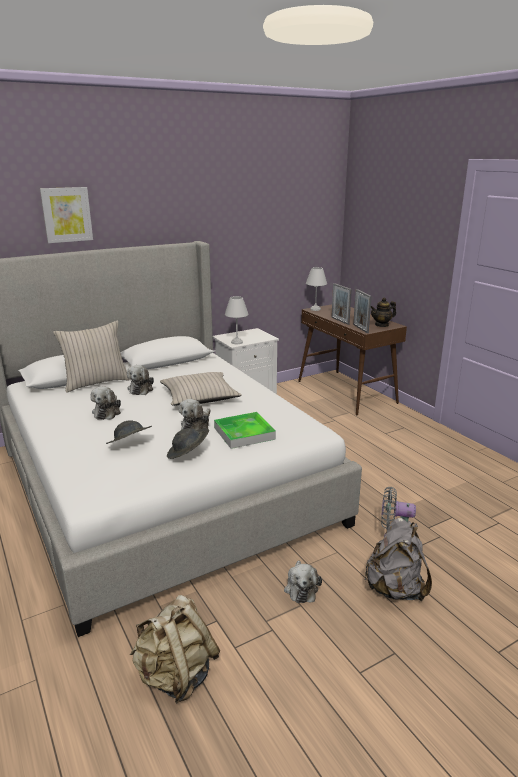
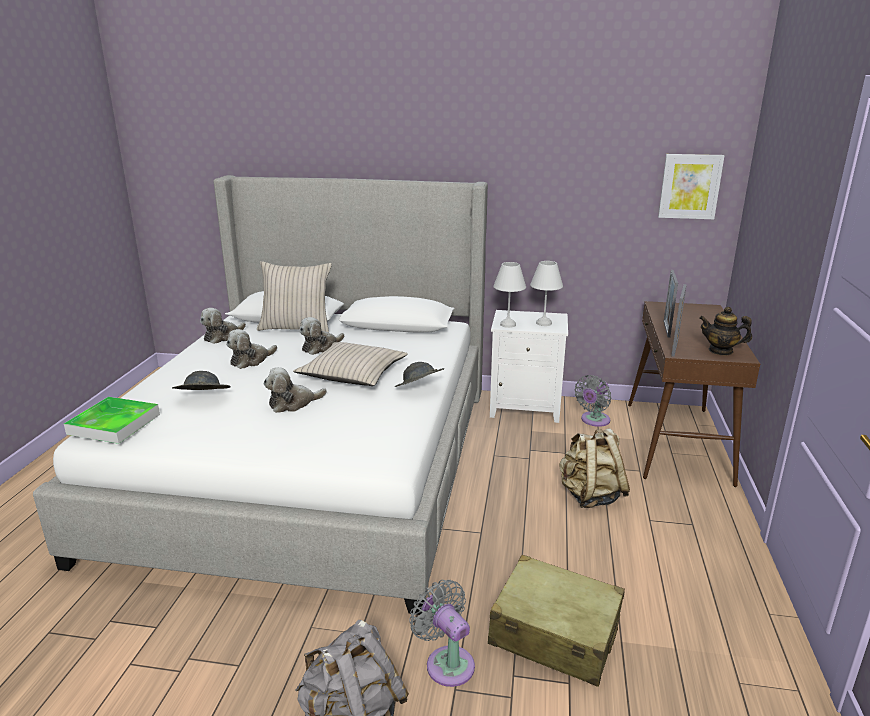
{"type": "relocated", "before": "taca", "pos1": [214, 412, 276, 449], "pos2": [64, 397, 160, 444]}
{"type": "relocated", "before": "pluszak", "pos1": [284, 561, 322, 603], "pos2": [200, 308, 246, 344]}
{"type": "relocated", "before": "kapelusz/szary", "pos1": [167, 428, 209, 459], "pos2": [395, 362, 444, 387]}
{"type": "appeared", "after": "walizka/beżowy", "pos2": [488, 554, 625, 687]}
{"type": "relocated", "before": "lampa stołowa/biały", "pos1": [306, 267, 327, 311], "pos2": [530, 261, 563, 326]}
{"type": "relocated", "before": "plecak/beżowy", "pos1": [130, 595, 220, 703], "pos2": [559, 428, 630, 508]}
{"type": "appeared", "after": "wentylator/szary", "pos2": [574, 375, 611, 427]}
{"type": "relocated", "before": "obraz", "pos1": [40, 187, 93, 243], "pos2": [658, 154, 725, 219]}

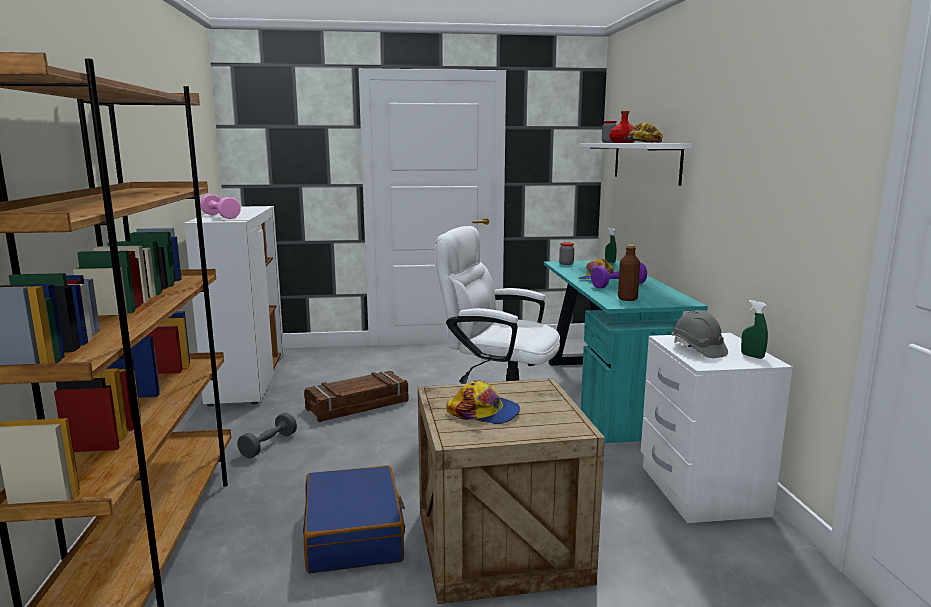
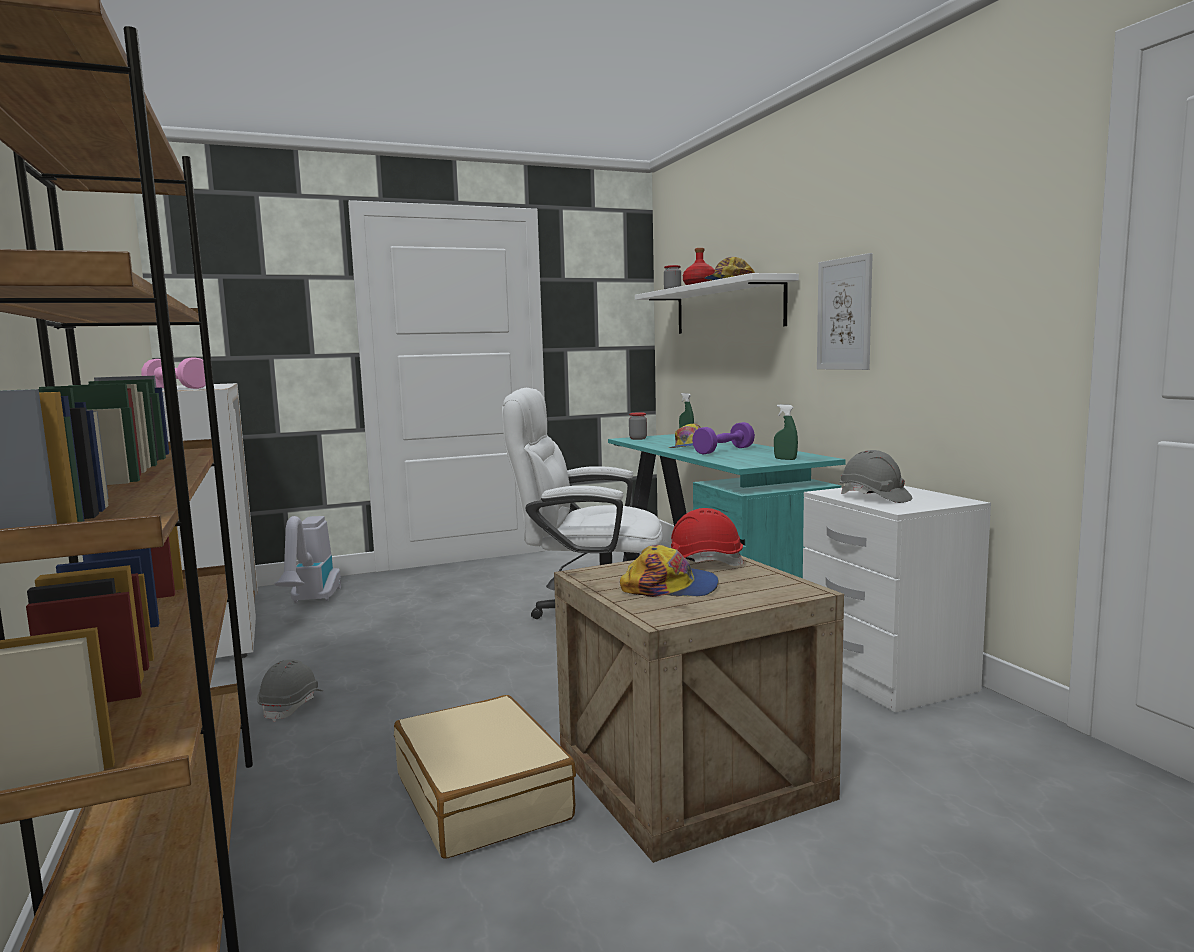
{"type": "exchanged", "before": "hantel/szary", "after": "kask/szary", "pos1": [237, 413, 297, 458], "pos2": [257, 660, 323, 722]}
{"type": "appeared", "after": "odkurzacz", "pos2": [275, 516, 341, 603]}
{"type": "colour", "before": "walizka/niebieski", "after": "walizka/beżowy", "pos1": [303, 465, 405, 573], "pos2": [394, 695, 576, 859]}
{"type": "appeared", "after": "kask/czerwony", "pos2": [671, 508, 744, 566]}
{"type": "relocated", "before": "spryskiwacz/zielony", "pos1": [741, 300, 768, 359], "pos2": [774, 404, 798, 460]}
{"type": "appeared", "after": "obraz", "pos2": [817, 253, 873, 370]}
{"type": "missing", "before": "skrzynka", "pos1": [304, 371, 409, 422]}
{"type": "missing", "before": "butelka/brązowy", "pos1": [618, 245, 640, 301]}

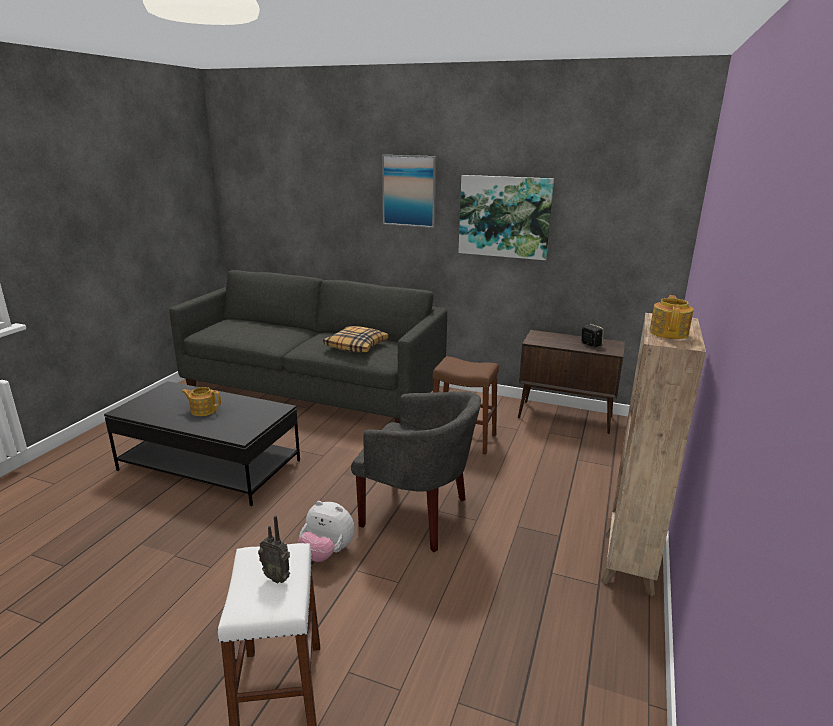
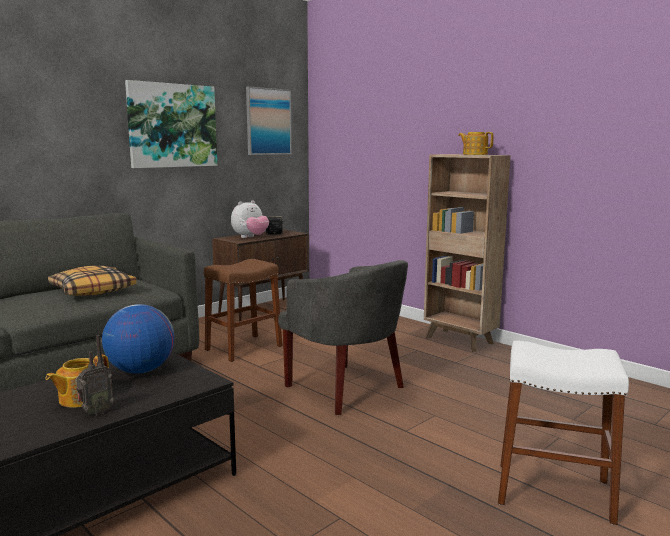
{"type": "relocated", "before": "radio", "pos1": [258, 515, 290, 583], "pos2": [76, 335, 114, 415]}
{"type": "appeared", "after": "globus", "pos2": [102, 304, 174, 374]}
{"type": "relocated", "before": "pluszak", "pos1": [298, 501, 354, 562], "pos2": [231, 200, 269, 238]}
{"type": "relocated", "before": "obraz", "pos1": [382, 155, 436, 228], "pos2": [246, 86, 292, 155]}
{"type": "spun", "before": "fotel/szary", "pos1": [351, 391, 481, 552], "pos2": [278, 260, 408, 415], "turn": 90}

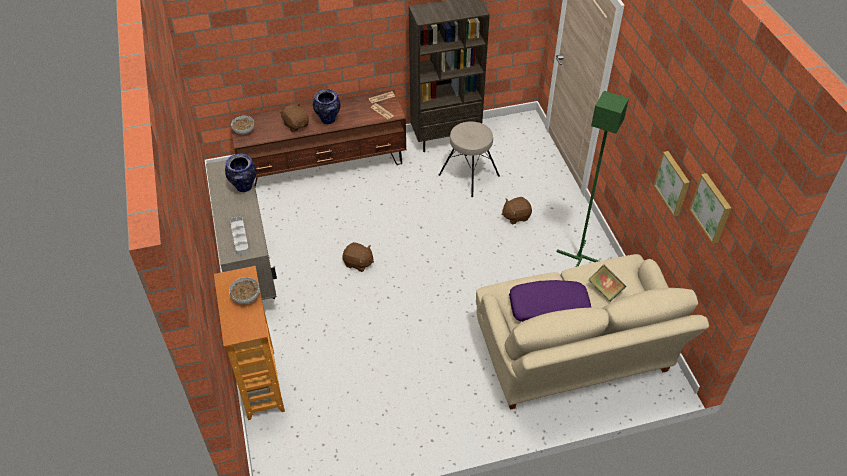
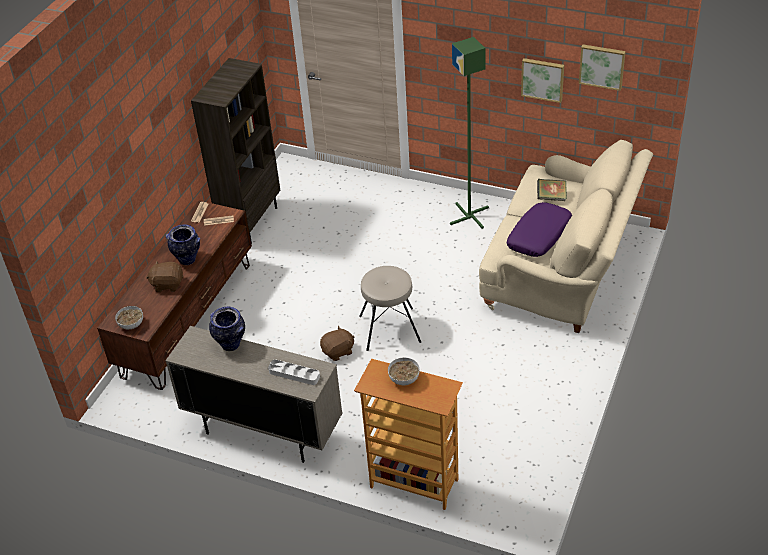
{"type": "relocated", "before": "stołek/beżowy", "pos1": [439, 121, 500, 197], "pos2": [359, 266, 421, 351]}
{"type": "missing", "before": "pluszak/brązowy", "pos1": [502, 197, 532, 224]}

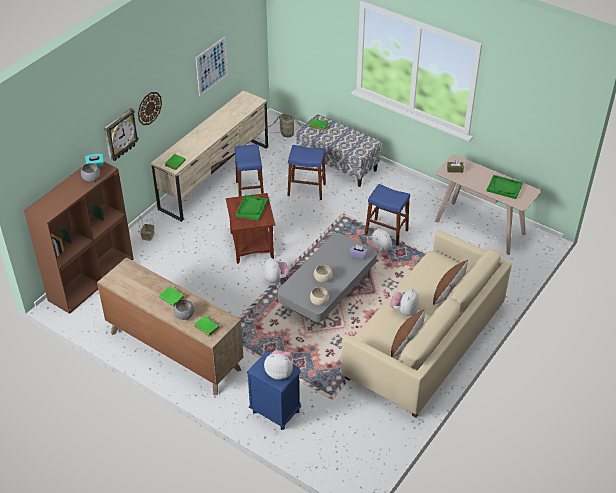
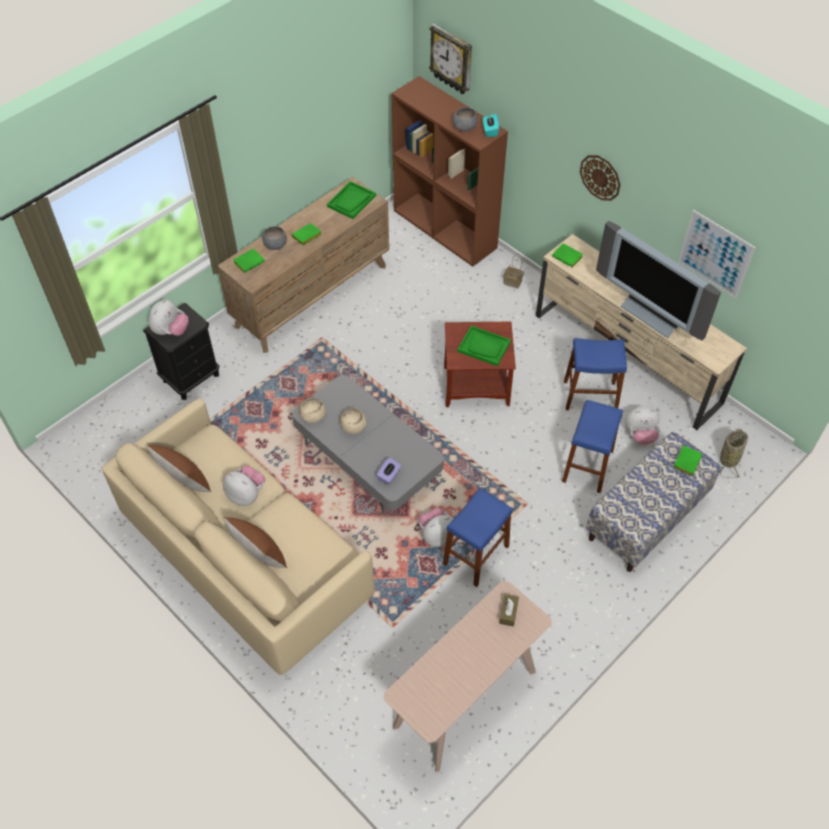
{"type": "colour", "before": "szafka nocna/niebieski", "after": "szafka nocna/czarny", "pos1": [246, 352, 301, 430], "pos2": [143, 303, 219, 400]}
{"type": "relocated", "before": "taca/zielony", "pos1": [487, 175, 523, 199], "pos2": [327, 181, 376, 219]}
{"type": "relocated", "before": "zegar ścienny", "pos1": [104, 108, 139, 161], "pos2": [429, 23, 472, 94]}
{"type": "appeared", "after": "telewizor", "pos2": [596, 221, 721, 341]}
{"type": "relocated", "before": "pluszak", "pos1": [264, 257, 290, 283], "pos2": [625, 406, 660, 445]}

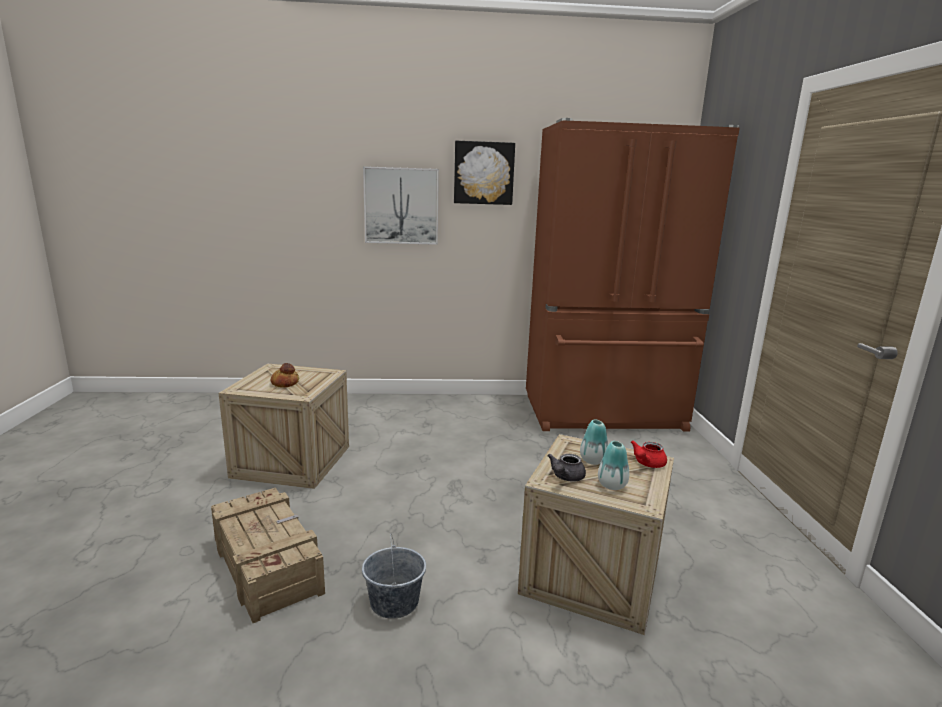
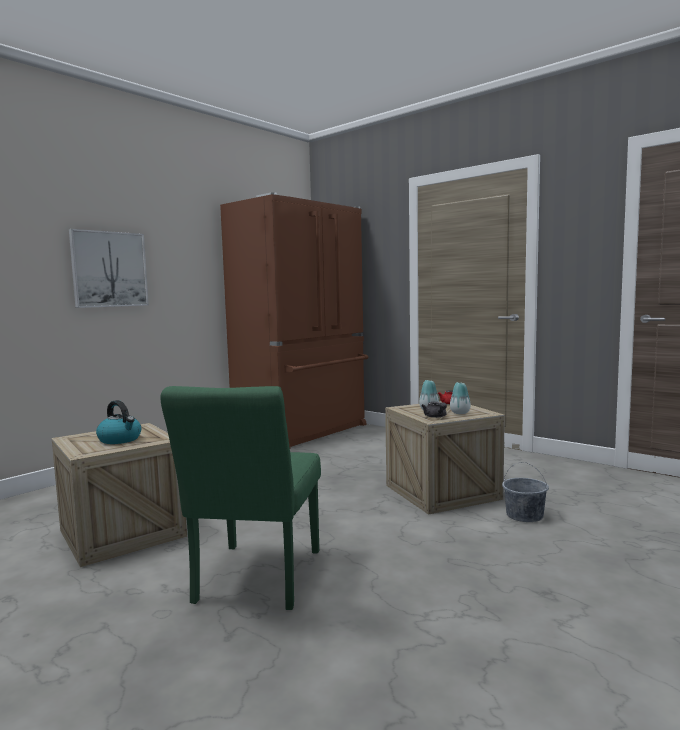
{"type": "exchanged", "before": "chleb", "after": "czajnik", "pos1": [271, 363, 299, 388], "pos2": [96, 400, 141, 444]}
{"type": "exchanged", "before": "skrzynka", "after": "krzesło/zielony", "pos1": [211, 488, 325, 623], "pos2": [160, 386, 321, 610]}
{"type": "relocated", "before": "wiadro/szary", "pos1": [362, 534, 426, 619], "pos2": [502, 462, 549, 522]}
{"type": "missing", "before": "obraz", "pos1": [454, 141, 515, 205]}

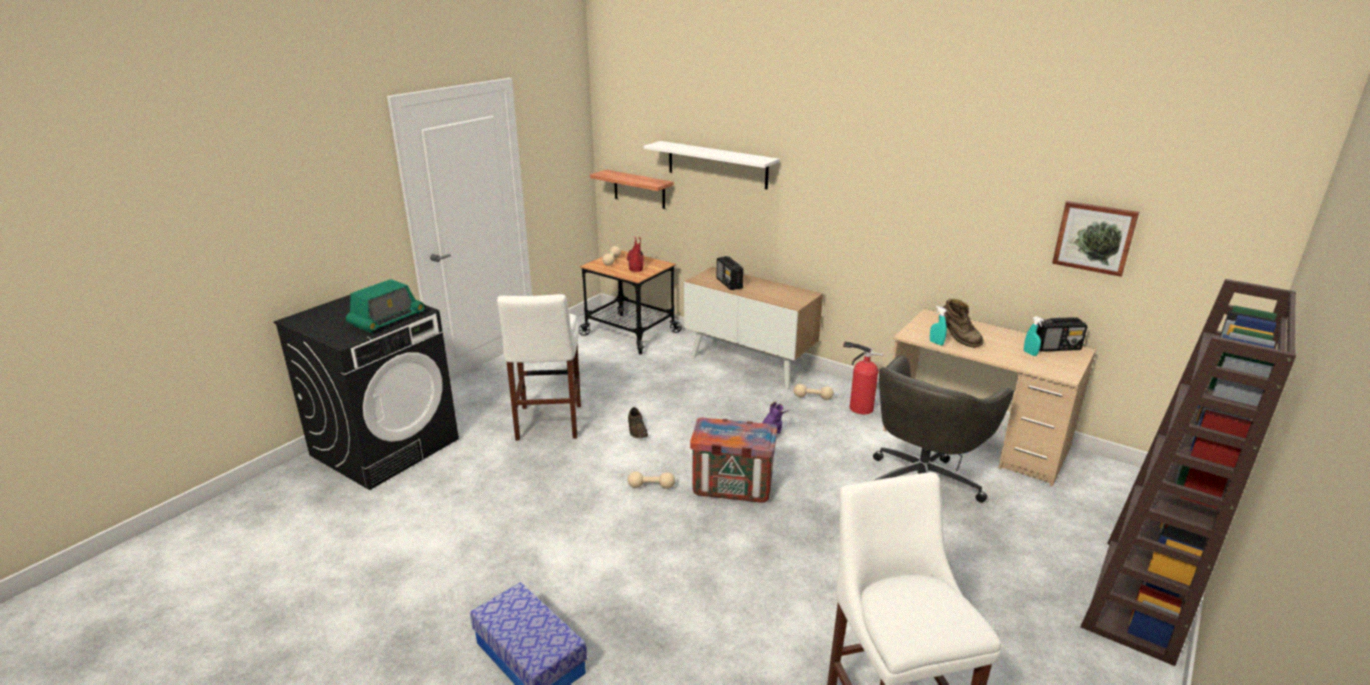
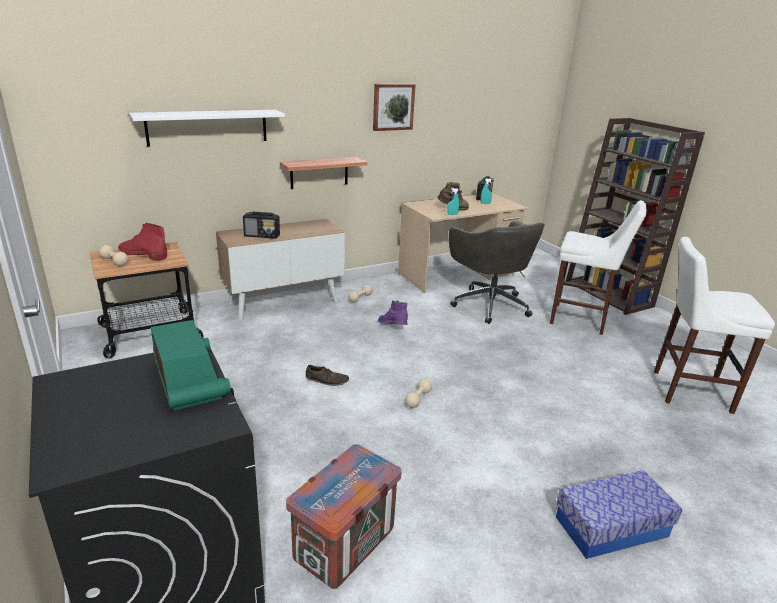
{"type": "relocated", "before": "półka", "pos1": [590, 170, 674, 209], "pos2": [280, 157, 367, 189]}
{"type": "relocated", "before": "skrzynka", "pos1": [690, 417, 777, 503], "pos2": [286, 444, 402, 589]}
{"type": "relocated", "before": "obraz", "pos1": [1052, 201, 1139, 277], "pos2": [373, 84, 416, 131]}
{"type": "relocated", "before": "stołek/biały", "pos1": [497, 294, 581, 441], "pos2": [550, 200, 647, 335]}
{"type": "missing", "before": "gaśnica", "pos1": [843, 342, 883, 415]}

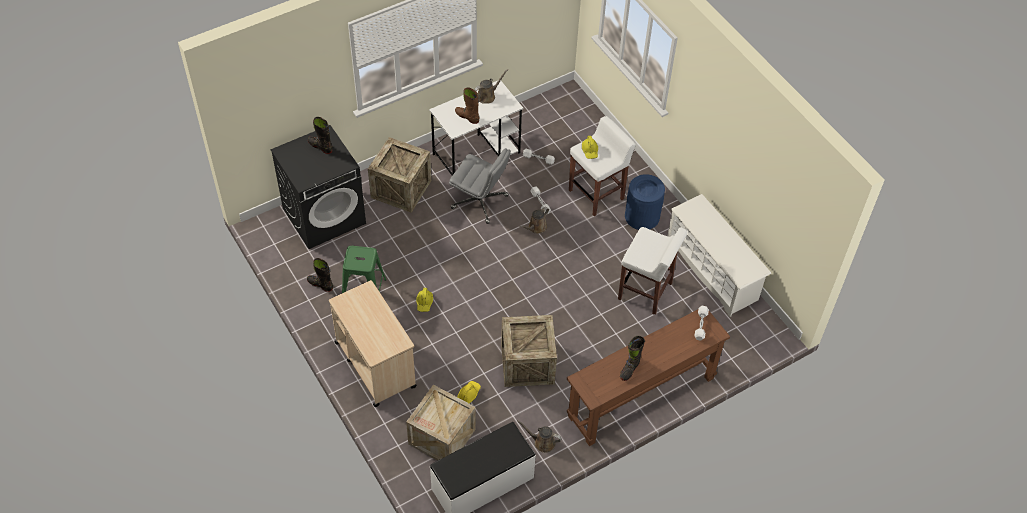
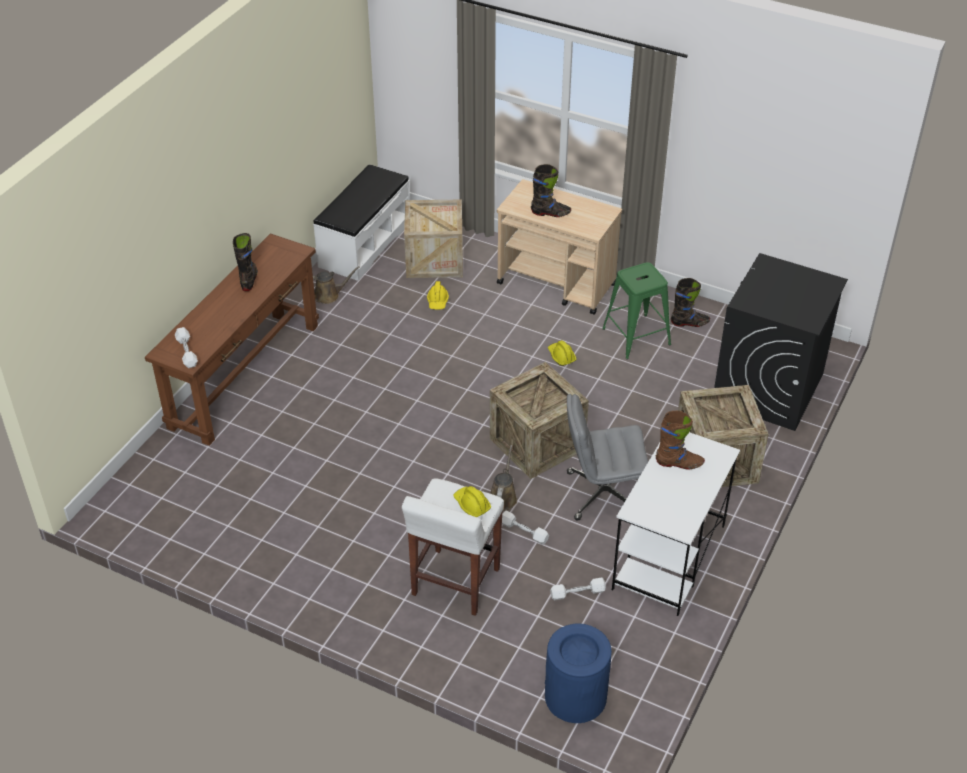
{"type": "relocated", "before": "skrzynka", "pos1": [501, 315, 557, 387], "pos2": [490, 362, 589, 479]}
{"type": "relocated", "before": "but z cholewką/czarny", "pos1": [308, 117, 333, 154], "pos2": [531, 164, 571, 217]}
{"type": "relocated", "before": "kosz na śmieci/niebieski", "pos1": [625, 174, 665, 230], "pos2": [545, 624, 612, 723]}
{"type": "missing", "before": "konewka/brązowy", "pos1": [474, 69, 508, 104]}
{"type": "missing", "before": "stołek/biały", "pos1": [618, 227, 687, 315]}
{"type": "missing", "before": "regał na buty/biały", "pos1": [668, 194, 771, 317]}

